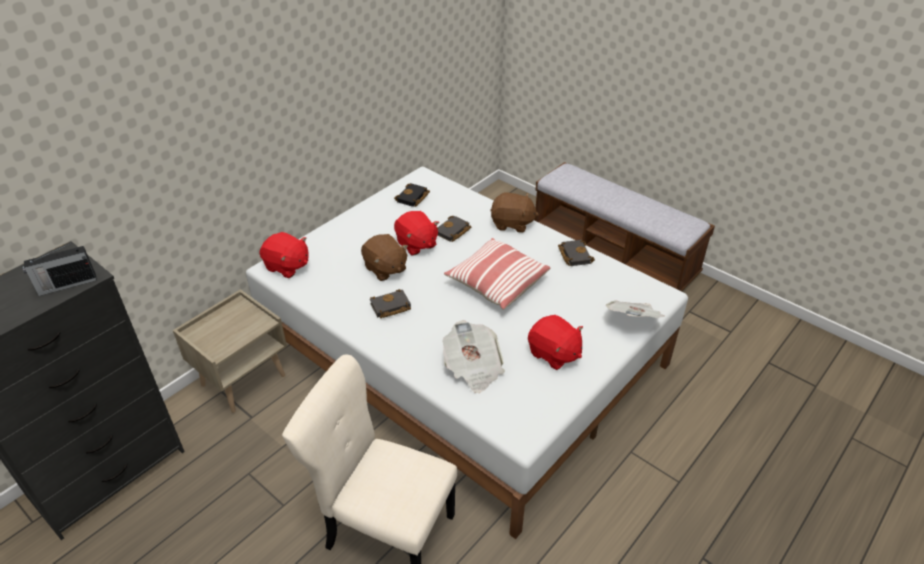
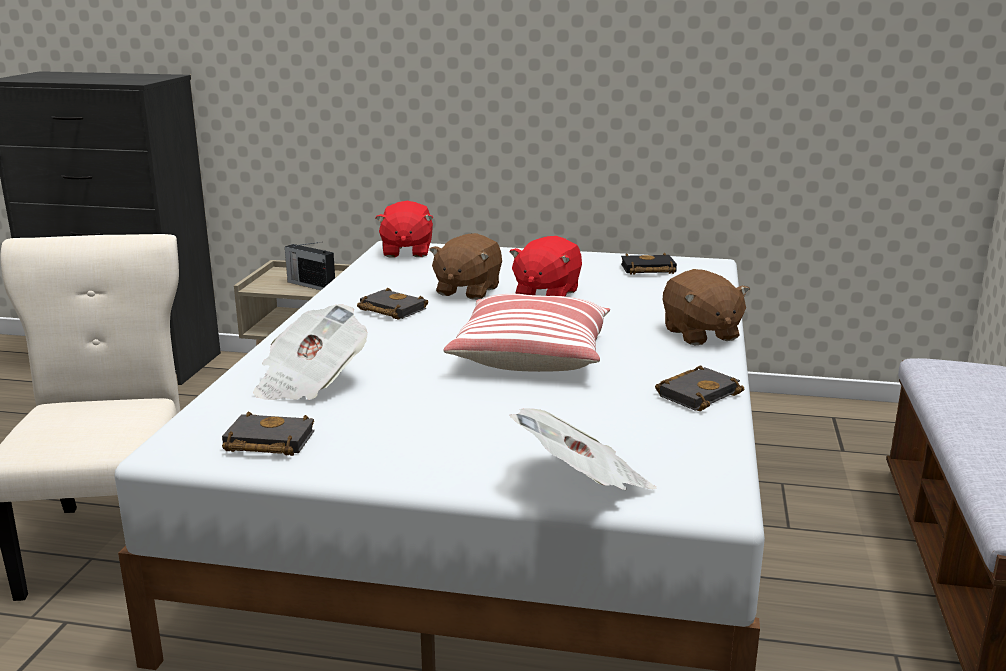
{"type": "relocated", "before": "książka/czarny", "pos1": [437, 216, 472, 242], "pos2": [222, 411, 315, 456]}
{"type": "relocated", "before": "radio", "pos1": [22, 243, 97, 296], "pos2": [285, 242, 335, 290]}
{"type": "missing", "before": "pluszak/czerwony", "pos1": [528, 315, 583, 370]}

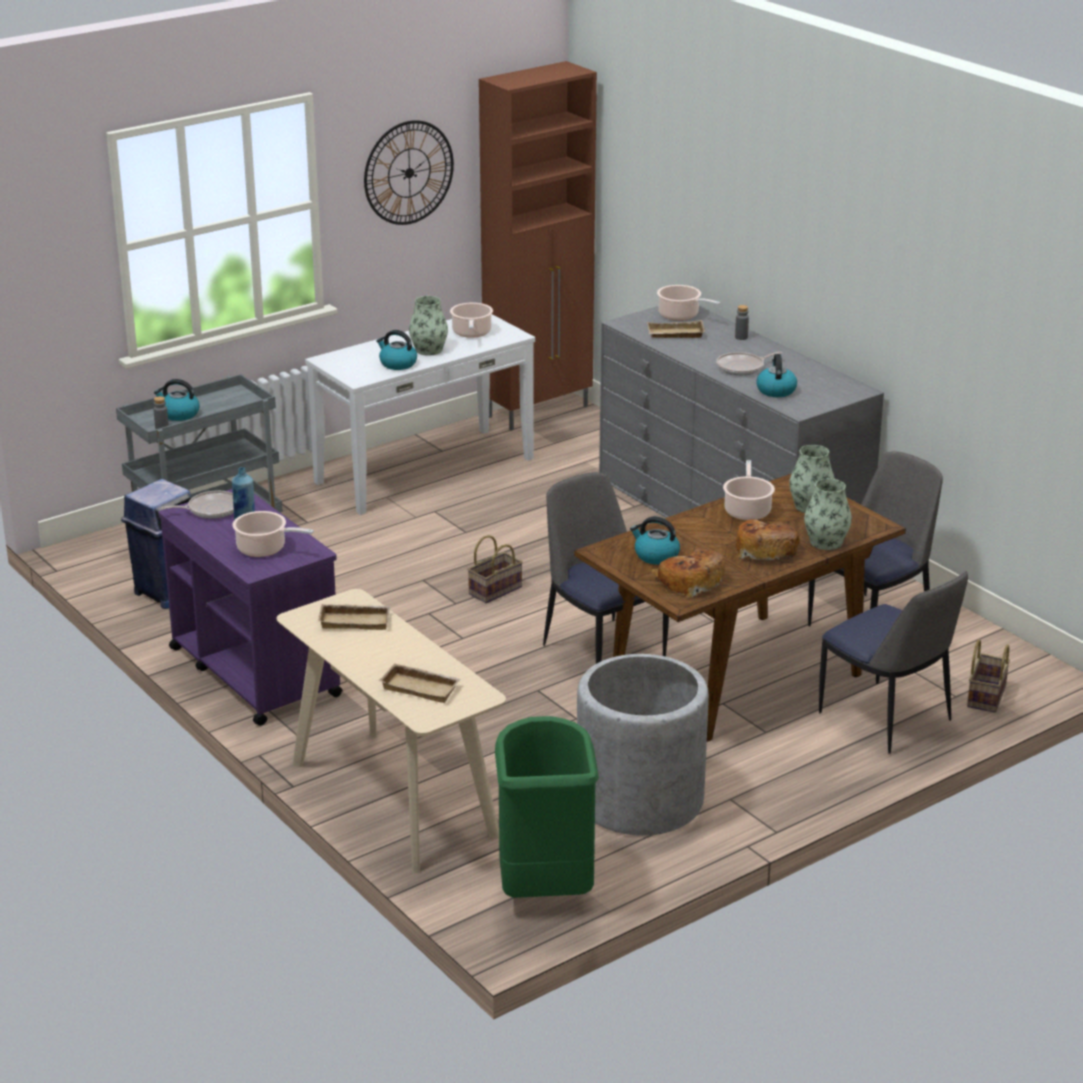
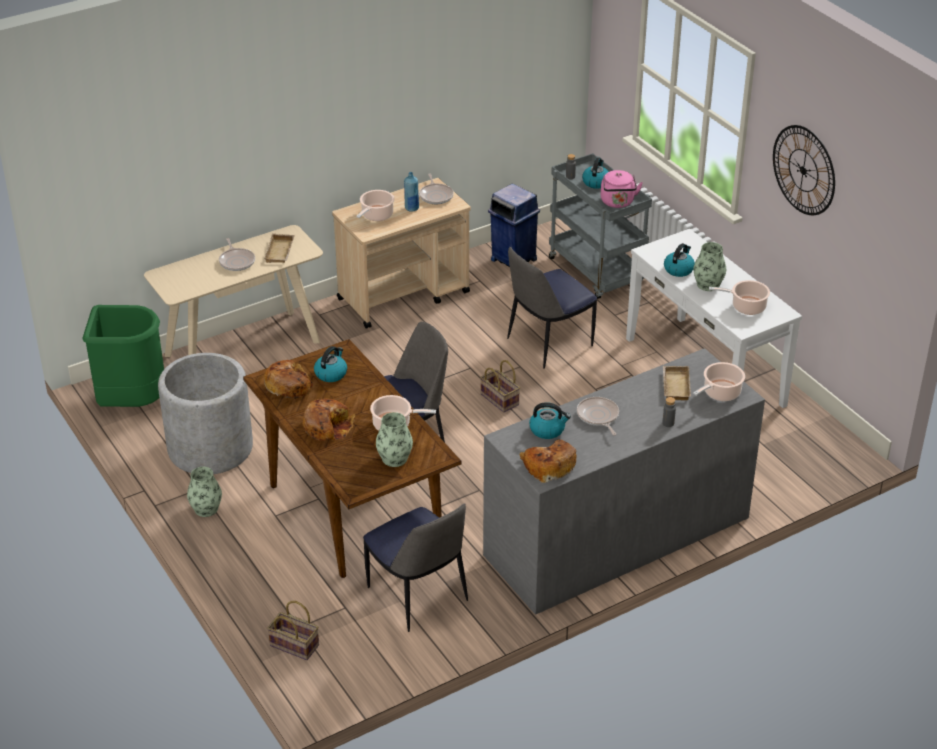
{"type": "relocated", "before": "wazon", "pos1": [804, 479, 852, 550], "pos2": [187, 467, 222, 517]}
{"type": "appeared", "after": "patelnia", "pos2": [219, 238, 255, 271]}
{"type": "colour", "before": "wózek/fioletowy", "after": "wózek/beżowy", "pos1": [158, 489, 343, 726], "pos2": [332, 178, 471, 329]}
{"type": "relocated", "before": "krzesło", "pos1": [819, 571, 968, 754], "pos2": [507, 247, 597, 369]}
{"type": "appeared", "after": "chleb", "pos2": [519, 439, 576, 483]}
{"type": "appeared", "after": "czajnik/różowy", "pos2": [601, 170, 643, 208]}
{"type": "missing", "before": "taca/beżowy", "pos1": [379, 663, 461, 703]}
{"type": "missing", "before": "szafka/brązowy", "pos1": [479, 61, 597, 431]}

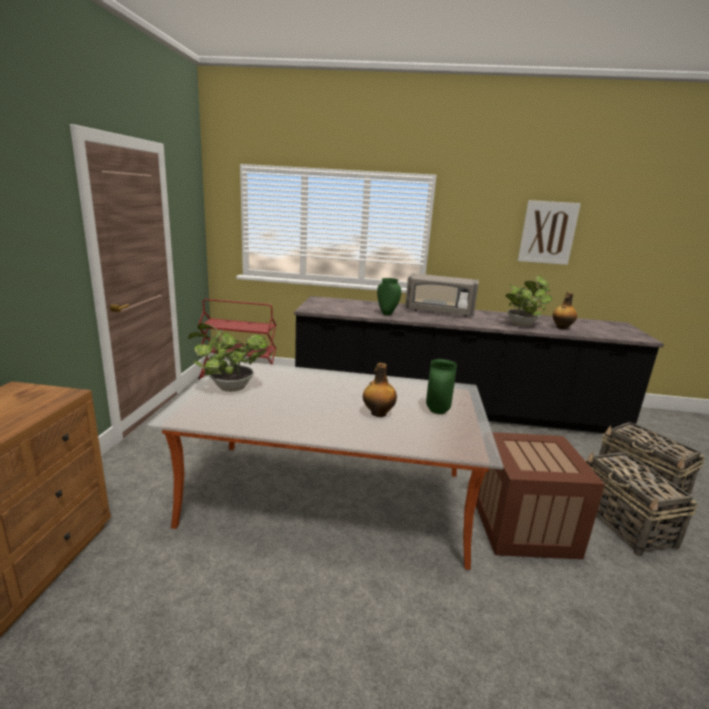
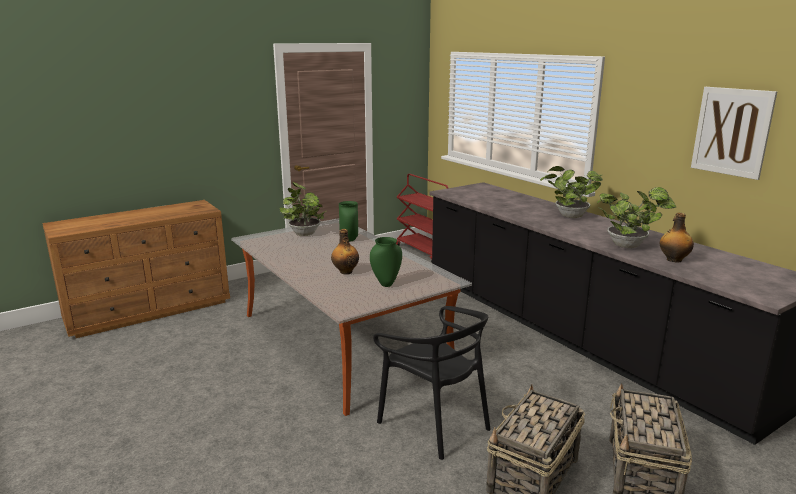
{"type": "relocated", "before": "wazon/zielony", "pos1": [377, 278, 401, 315], "pos2": [339, 201, 358, 242]}
{"type": "exchanged", "before": "skrzynka", "after": "krzesło/czarny", "pos1": [476, 432, 605, 559], "pos2": [373, 306, 491, 460]}
{"type": "exchanged", "before": "mikrofalówka/szary", "after": "roślina doniczkowa", "pos1": [405, 273, 479, 317], "pos2": [540, 166, 603, 218]}

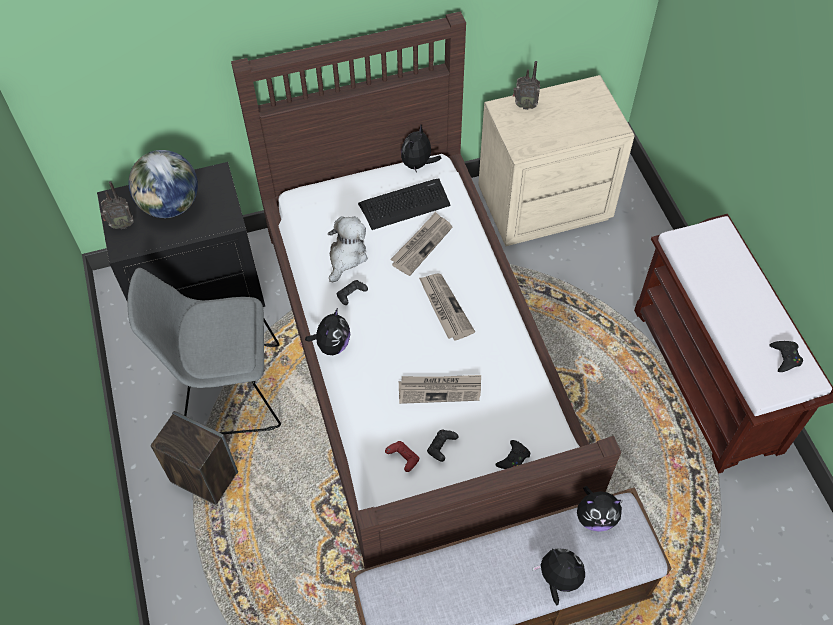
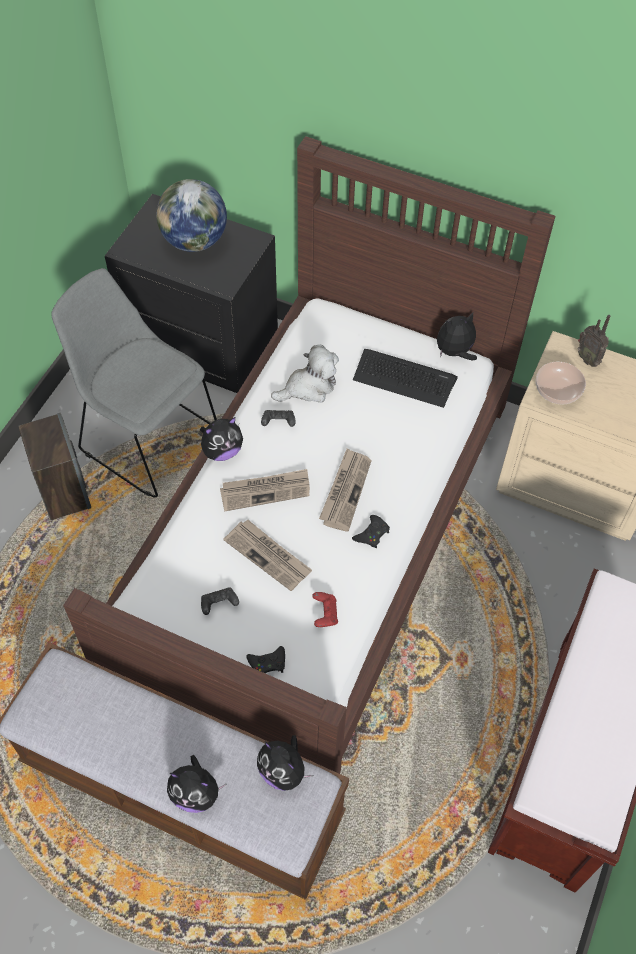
{"type": "spun", "before": "pluszak", "pos1": [533, 548, 585, 605], "pos2": [167, 755, 227, 813], "turn": 120}
{"type": "relocated", "before": "gazeta", "pos1": [390, 212, 452, 276], "pos2": [220, 469, 310, 512]}
{"type": "relocated", "before": "pad do gier/czerwony", "pos1": [385, 441, 419, 472], "pos2": [312, 592, 338, 627]}
{"type": "relocated", "before": "pad do gier/czarny", "pos1": [769, 341, 803, 372], "pos2": [352, 515, 390, 548]}
{"type": "appeared", "after": "miska", "pos2": [536, 361, 586, 404]}
{"type": "missing", "before": "radio", "pos1": [101, 181, 134, 229]}

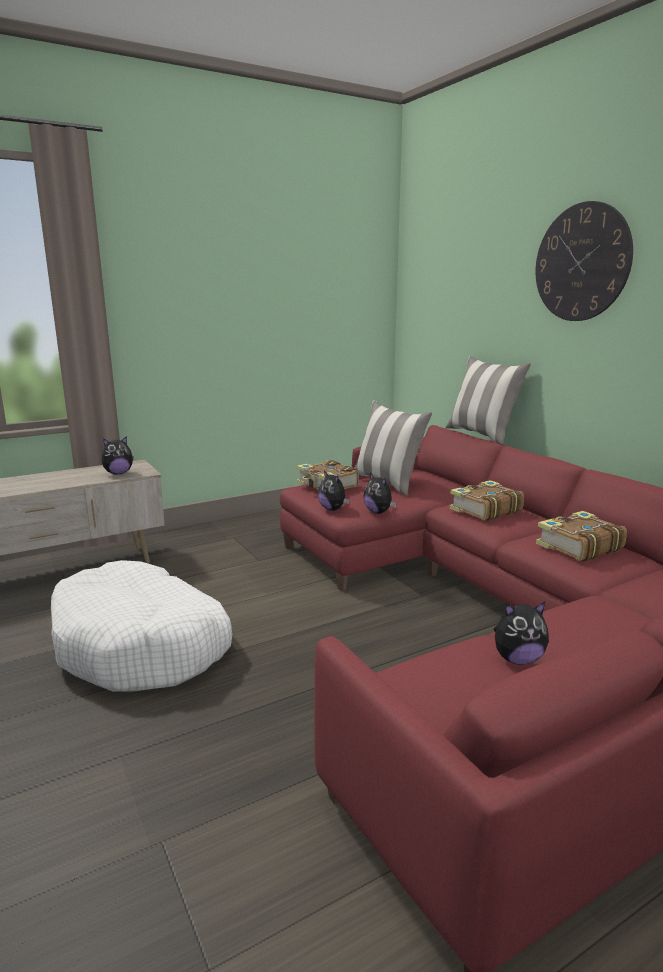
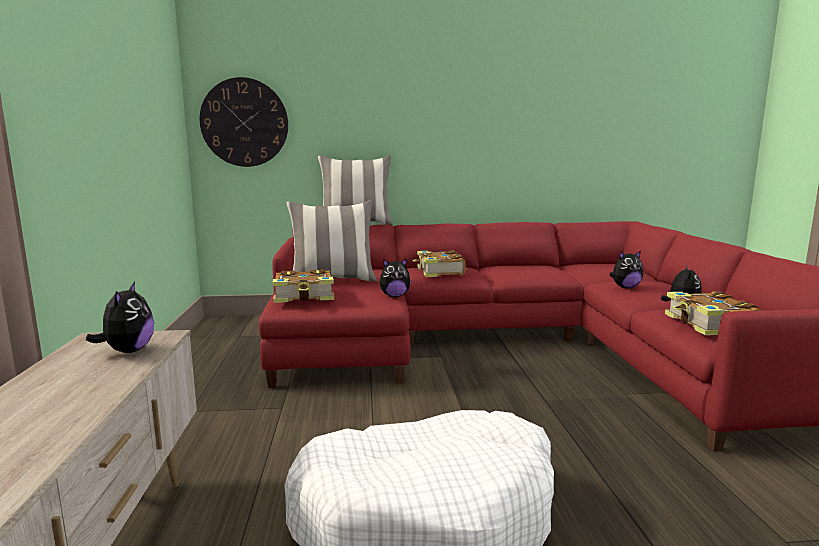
{"type": "relocated", "before": "zegar ścienny", "pos1": [536, 201, 633, 321], "pos2": [200, 77, 288, 167]}
{"type": "relocated", "before": "pluszak", "pos1": [318, 470, 350, 511], "pos2": [609, 251, 643, 288]}
{"type": "relocated", "before": "książka", "pos1": [536, 511, 627, 561], "pos2": [665, 292, 761, 335]}

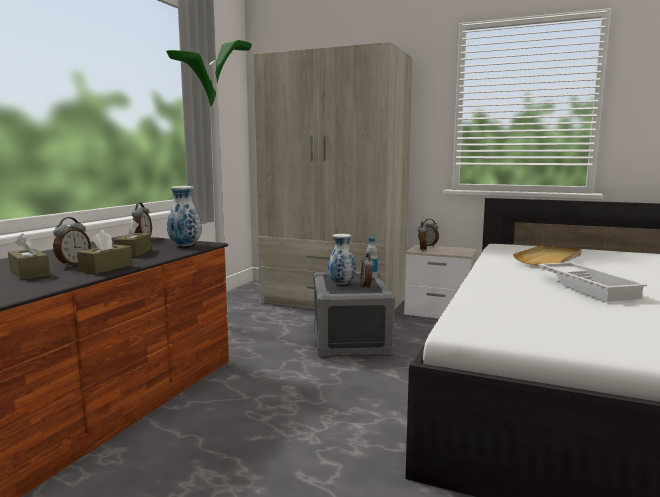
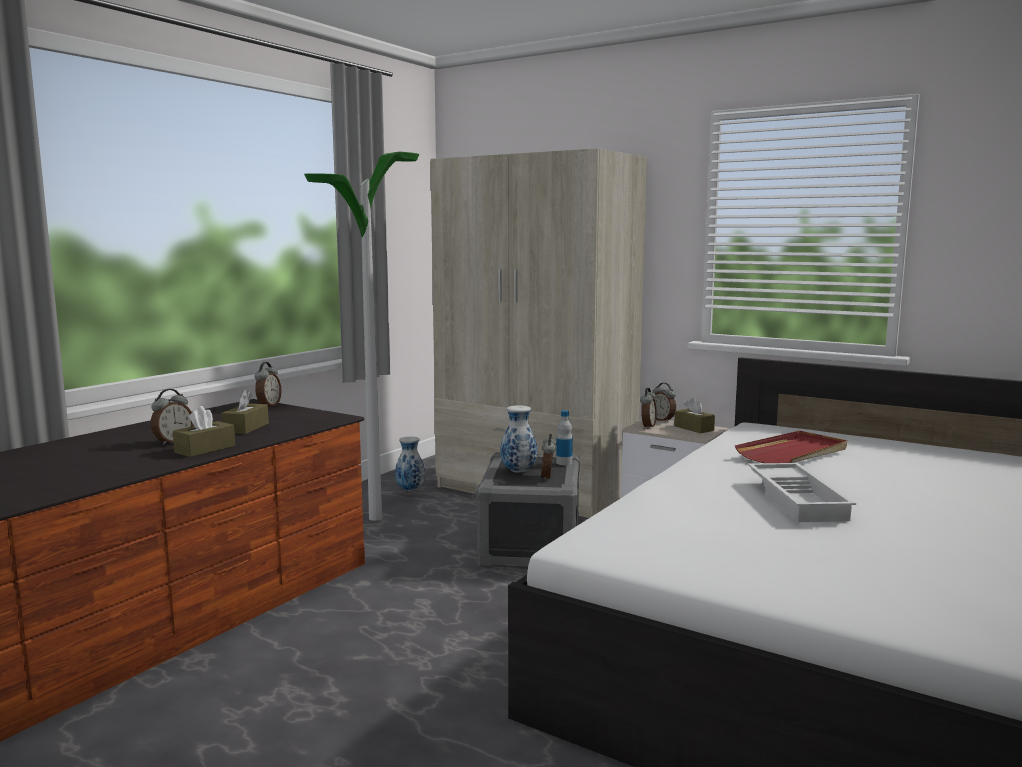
{"type": "relocated", "before": "wazon", "pos1": [167, 186, 202, 246], "pos2": [395, 437, 425, 491]}
{"type": "relocated", "before": "pudełko chusteczek/brązowy", "pos1": [8, 234, 50, 280], "pos2": [674, 398, 715, 433]}
{"type": "colour", "before": "taca/beżowy", "after": "taca/czerwony", "pos1": [513, 245, 582, 266], "pos2": [735, 431, 847, 463]}

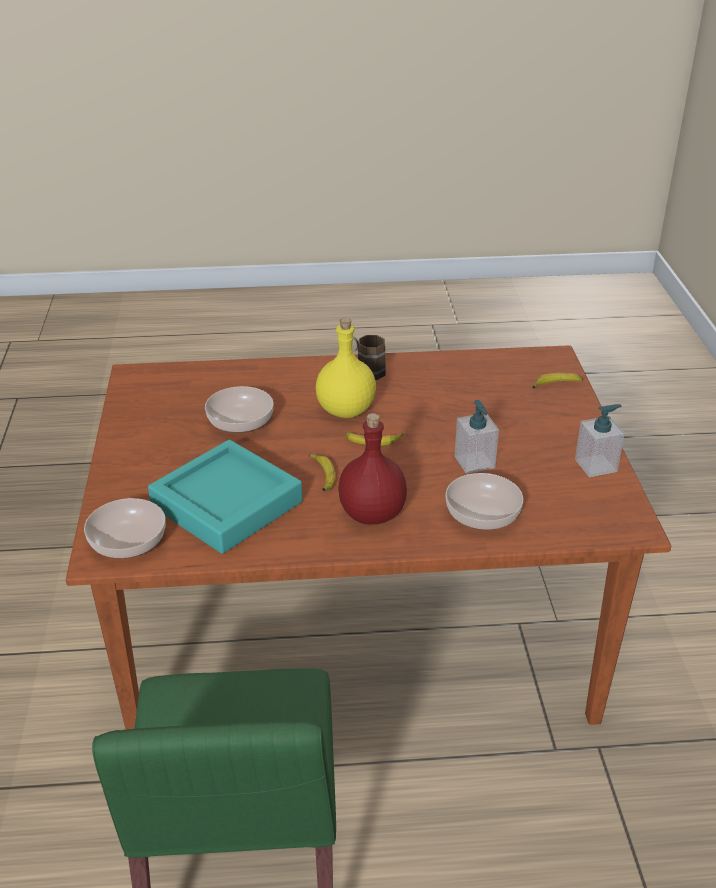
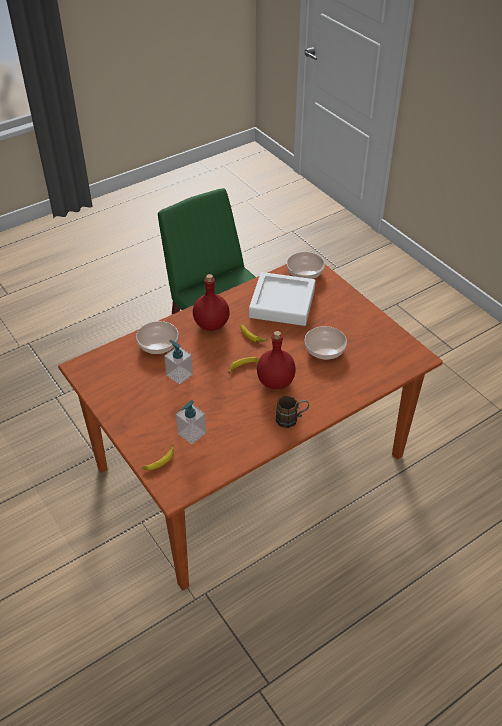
{"type": "relocated", "before": "dozownik mydła", "pos1": [575, 404, 625, 477], "pos2": [176, 400, 206, 444]}
{"type": "colour", "before": "taca/turkusowy", "after": "taca/biały", "pos1": [148, 440, 303, 554], "pos2": [249, 272, 315, 326]}
{"type": "colour", "before": "butelka/żółty", "after": "butelka/czerwony", "pos1": [316, 318, 376, 418], "pos2": [257, 331, 296, 389]}

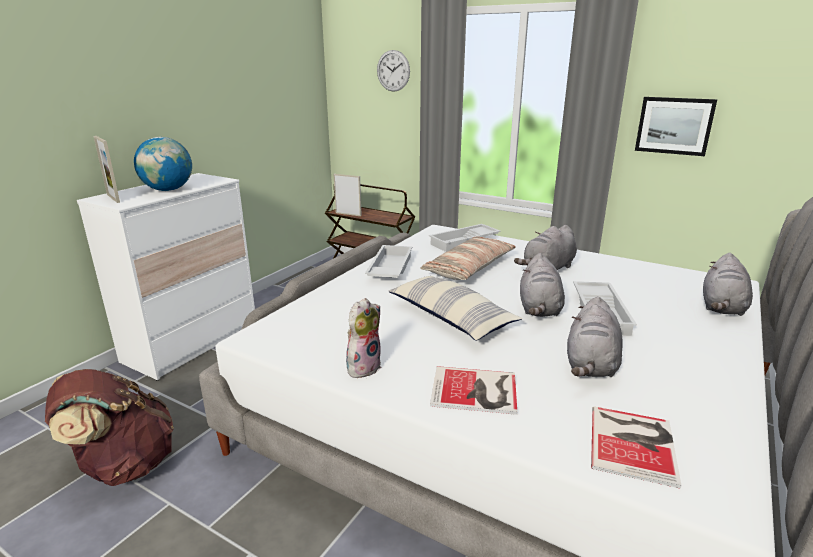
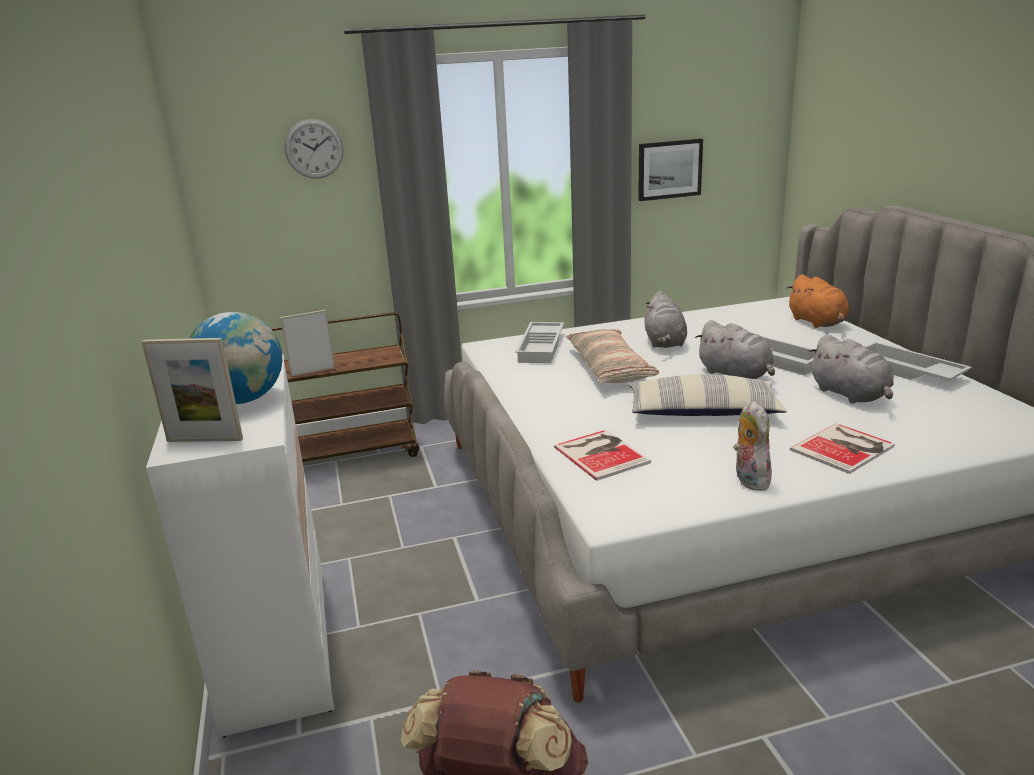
{"type": "relocated", "before": "książka", "pos1": [591, 406, 681, 489], "pos2": [554, 430, 651, 481]}
{"type": "colour", "before": "pluszak/szary", "after": "pluszak/pomarańczowy", "pos1": [703, 253, 753, 316], "pos2": [787, 274, 849, 328]}
{"type": "relocated", "before": "taca/biały", "pos1": [365, 245, 413, 278], "pos2": [864, 342, 972, 381]}

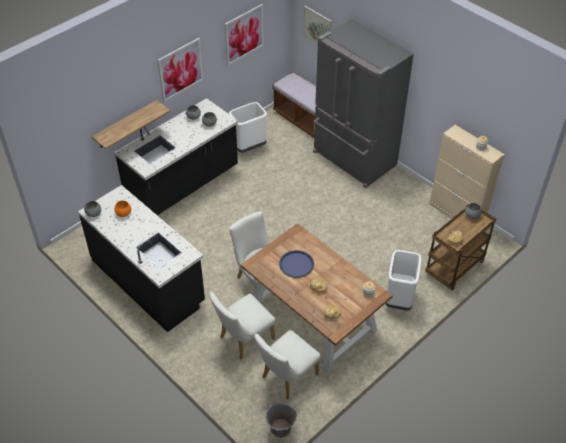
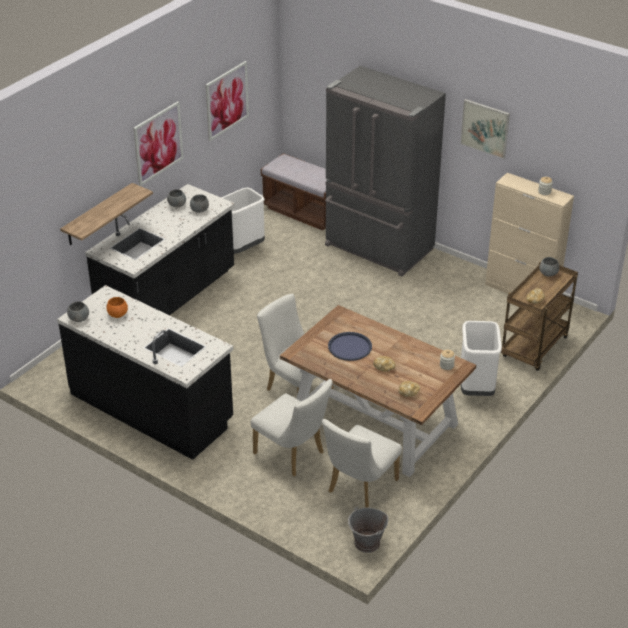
{"type": "spun", "before": "krzesło/biały", "pos1": [209, 292, 276, 360], "pos2": [251, 379, 332, 477], "turn": -90}
{"type": "relocated", "before": "obraz", "pos1": [303, 6, 332, 46], "pos2": [460, 99, 510, 159]}

